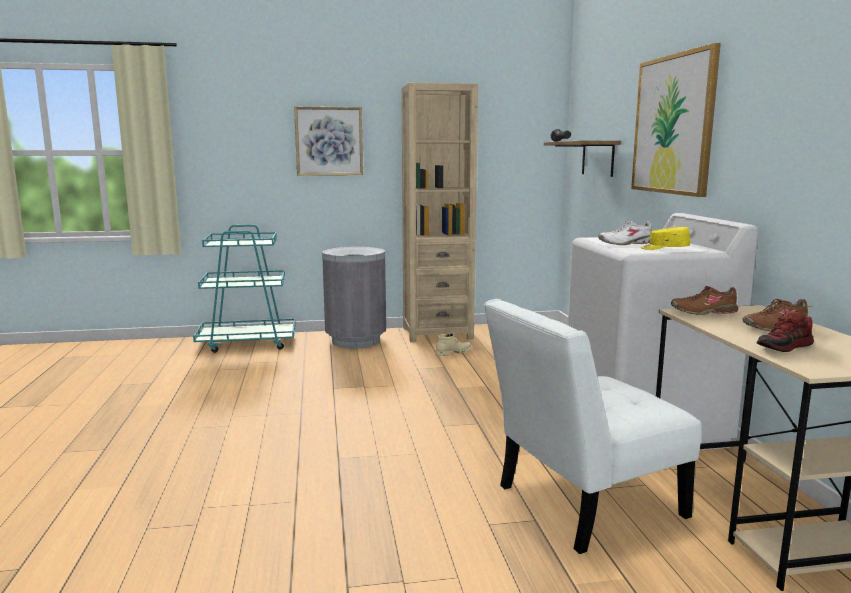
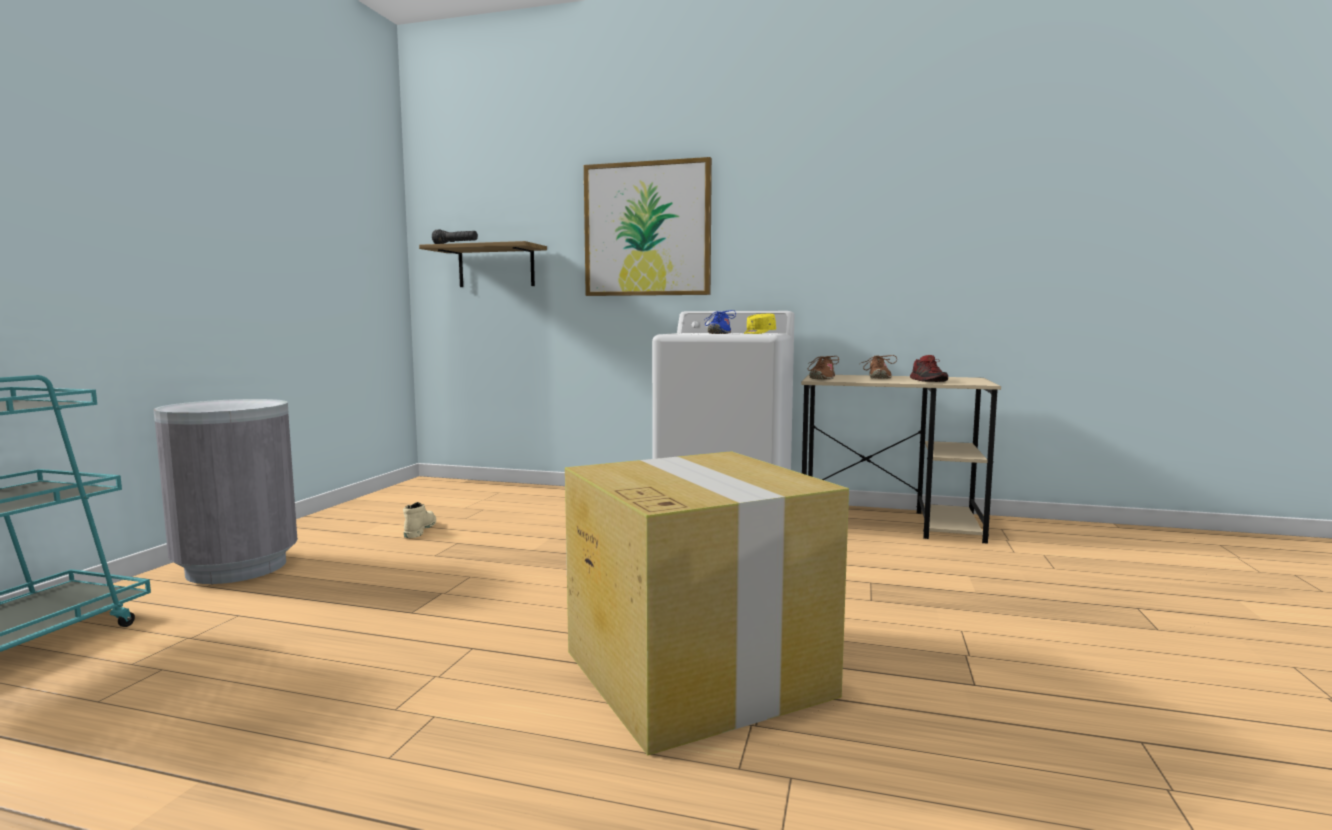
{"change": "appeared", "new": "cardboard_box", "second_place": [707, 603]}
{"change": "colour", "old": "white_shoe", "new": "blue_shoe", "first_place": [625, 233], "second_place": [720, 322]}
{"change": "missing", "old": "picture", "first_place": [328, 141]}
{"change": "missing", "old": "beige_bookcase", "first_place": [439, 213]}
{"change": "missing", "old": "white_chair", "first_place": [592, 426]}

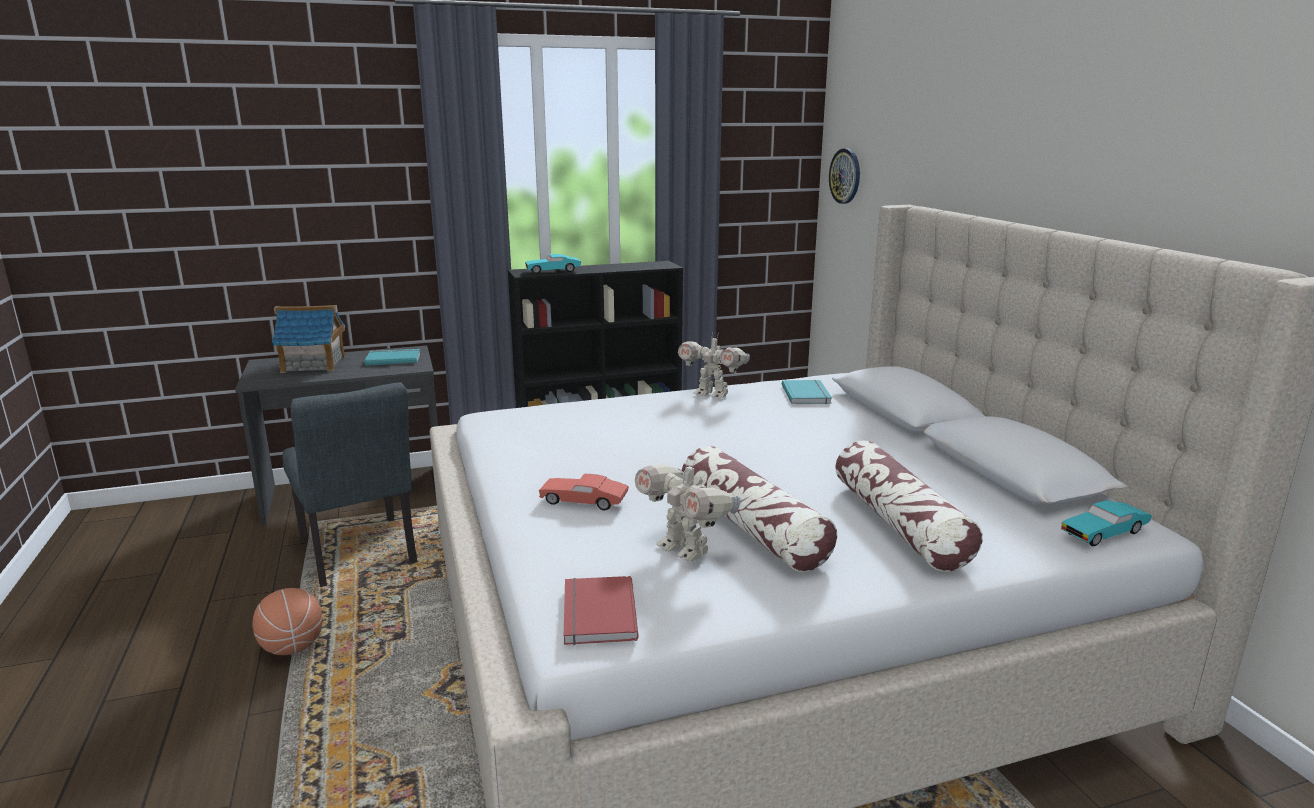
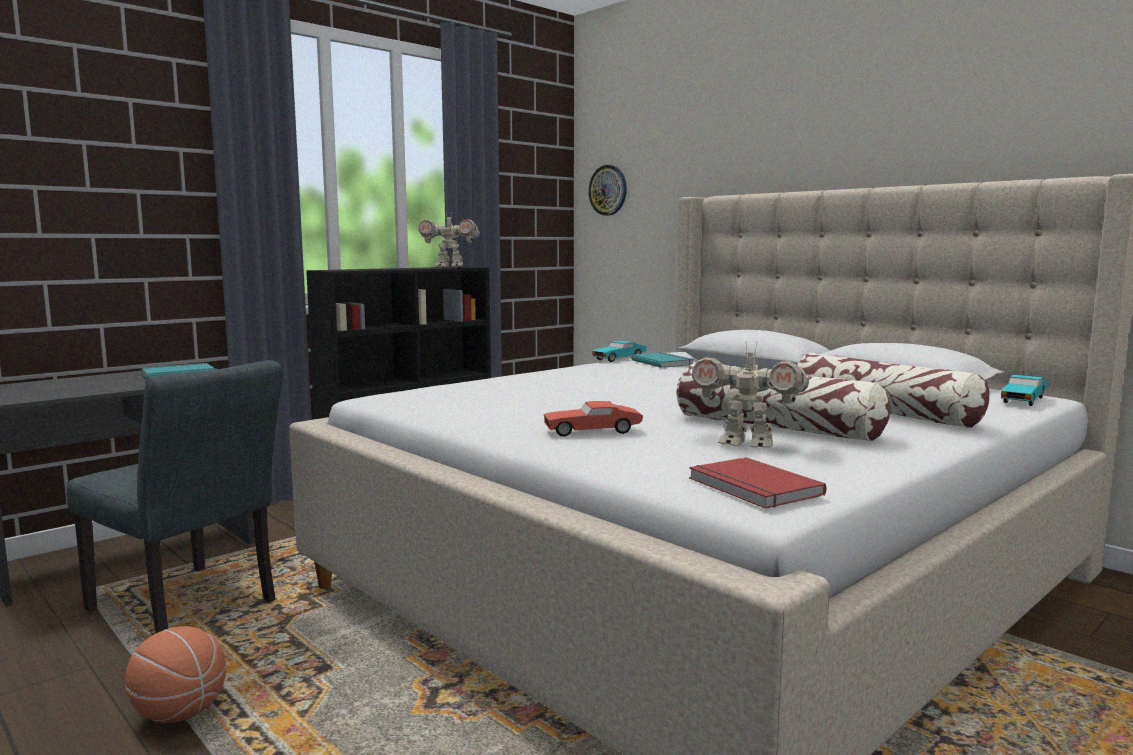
{"change": "relocated", "old": "toy_robot", "first_place": [714, 366], "second_place": [449, 240]}
{"change": "relocated", "old": "turquoise_toy_car", "first_place": [553, 264], "second_place": [619, 351]}
{"change": "missing", "old": "toy_house", "first_place": [309, 339]}

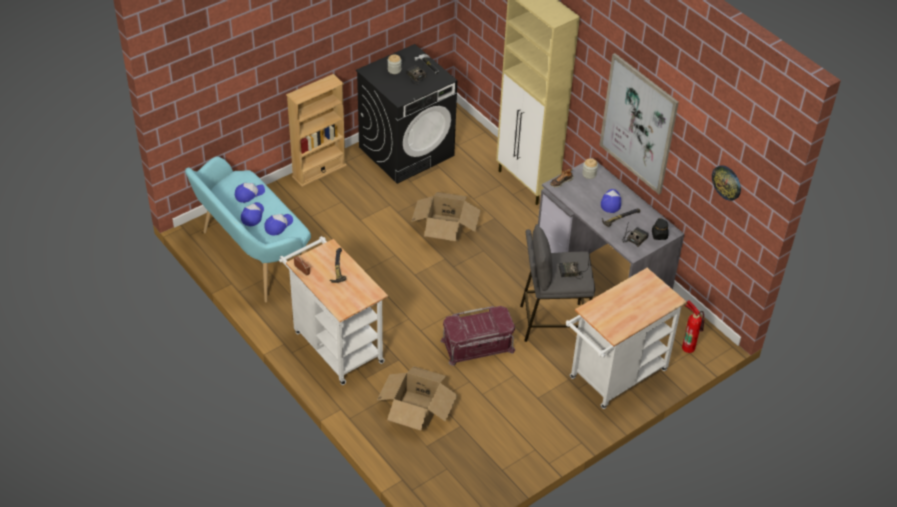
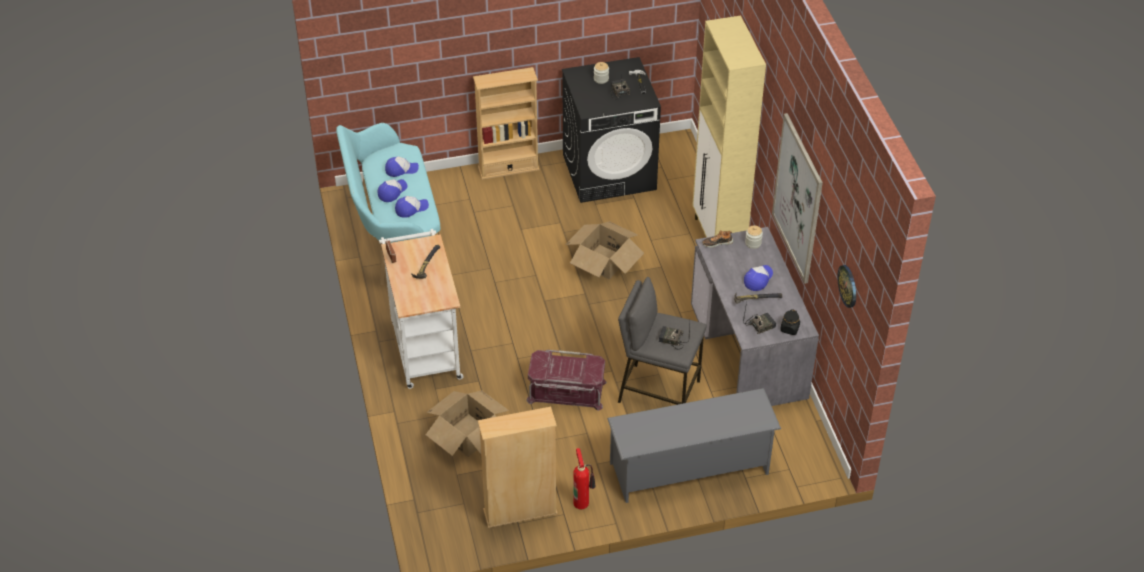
{"change": "appeared", "new": "beige_bookcase", "second_place": [518, 467]}
{"change": "relocated", "old": "fire_extinguisher", "first_place": [693, 327], "second_place": [584, 478]}
{"change": "exchanged", "old": "white_cart", "new": "grey_shoe_rack", "first_place": [626, 338], "second_place": [694, 445]}

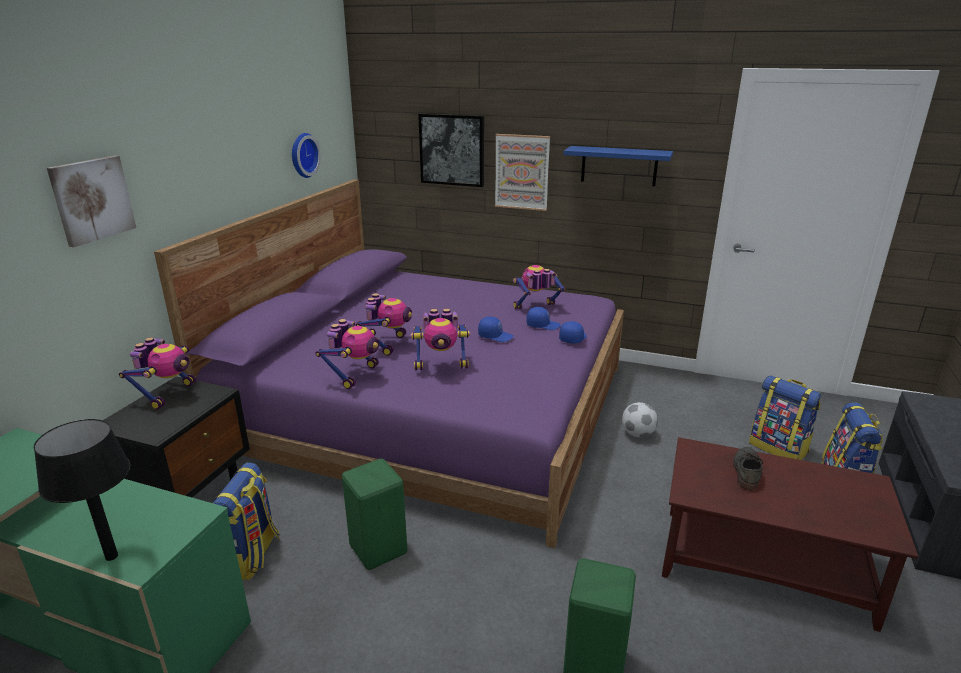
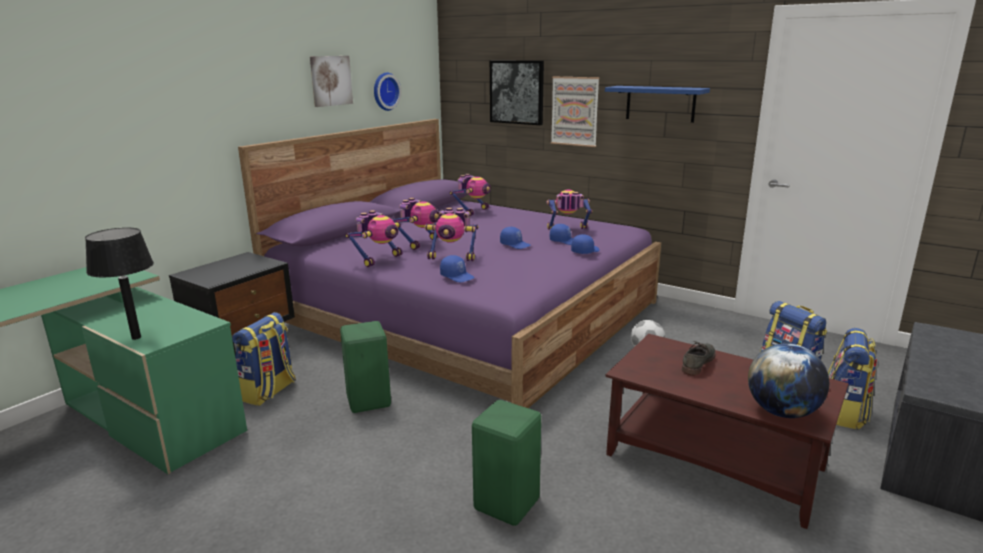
{"change": "relocated", "old": "picture", "first_place": [91, 201], "second_place": [331, 81]}
{"change": "appeared", "new": "blue_cap", "second_place": [457, 268]}
{"change": "relocated", "old": "toy_robot", "first_place": [157, 373], "second_place": [470, 195]}
{"change": "appeared", "new": "globe", "second_place": [788, 380]}

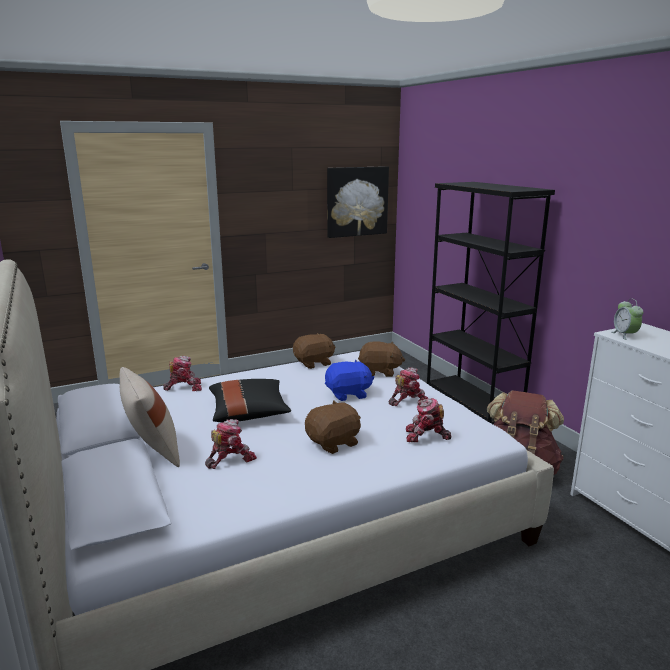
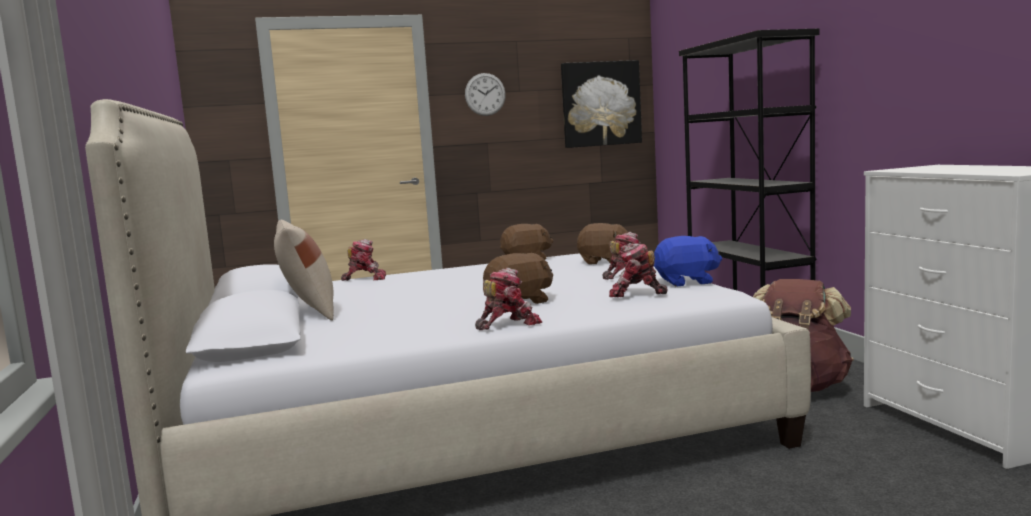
{"change": "appeared", "new": "wall_clock", "second_place": [485, 94]}
{"change": "relocated", "old": "toy_robot", "first_place": [231, 444], "second_place": [508, 299]}
{"change": "relocated", "old": "blue_plush_toy", "first_place": [350, 380], "second_place": [688, 261]}
{"change": "missing", "old": "black_pillow", "first_place": [250, 400]}
{"change": "missing", "old": "alarm_clock", "first_place": [627, 319]}

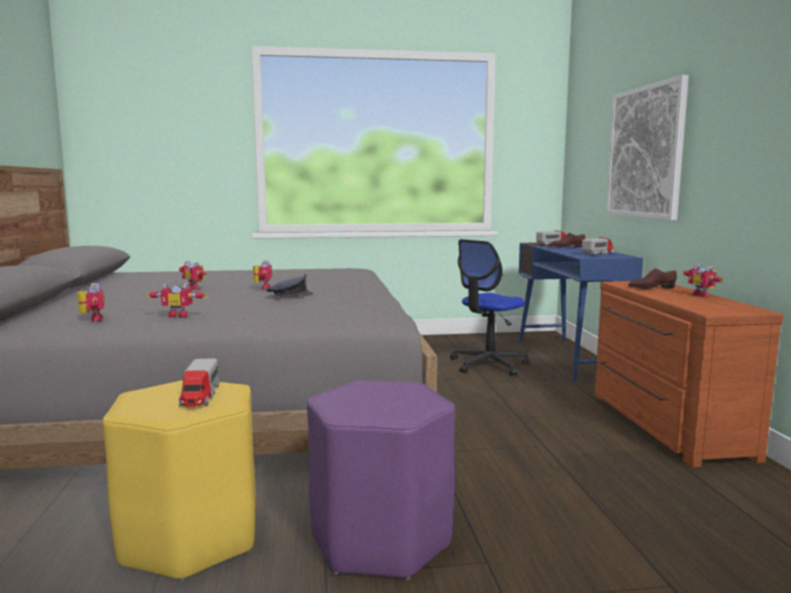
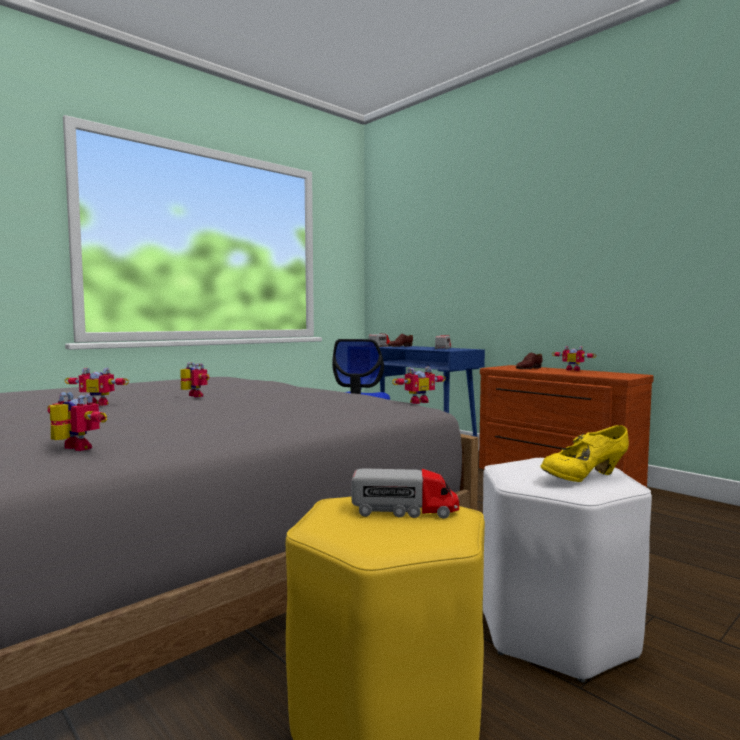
{"change": "spun", "old": "toy_truck", "first_place": [198, 382], "second_place": [405, 493], "degrees": -45}
{"change": "relocated", "old": "toy_robot", "first_place": [177, 300], "second_place": [419, 385]}
{"change": "colour", "old": "purple_stool", "new": "white_stool", "first_place": [381, 480], "second_place": [567, 570]}
{"change": "appeared", "new": "yellow_shoe", "second_place": [585, 453]}
{"change": "missing", "old": "grey_cap", "first_place": [290, 285]}
{"change": "missing", "old": "picture", "first_place": [647, 147]}

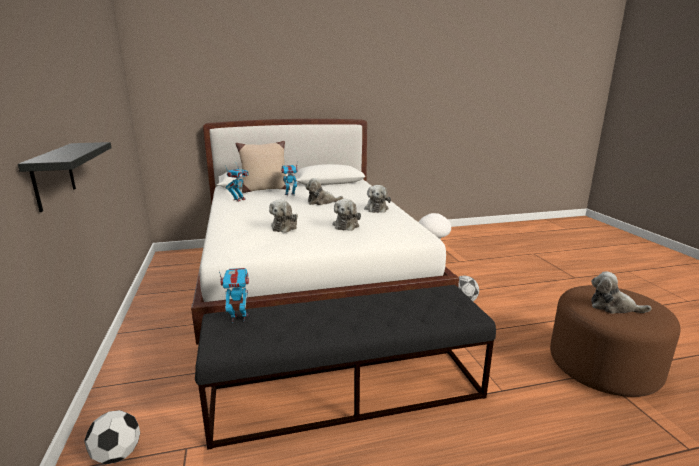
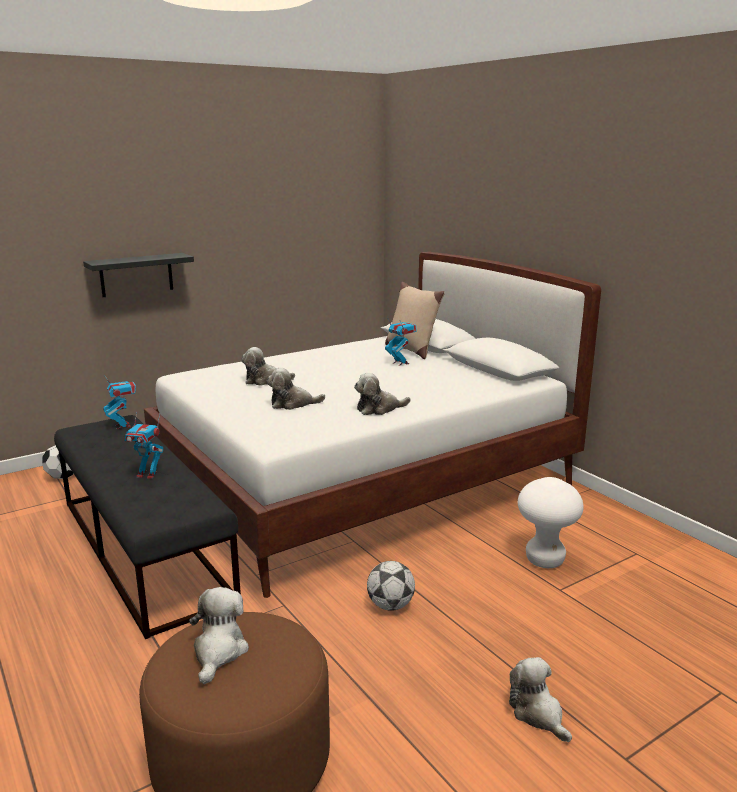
{"change": "relocated", "old": "toy_robot", "first_place": [237, 182], "second_place": [144, 445]}
{"change": "relocated", "old": "plush_toy", "first_place": [324, 191], "second_place": [540, 699]}

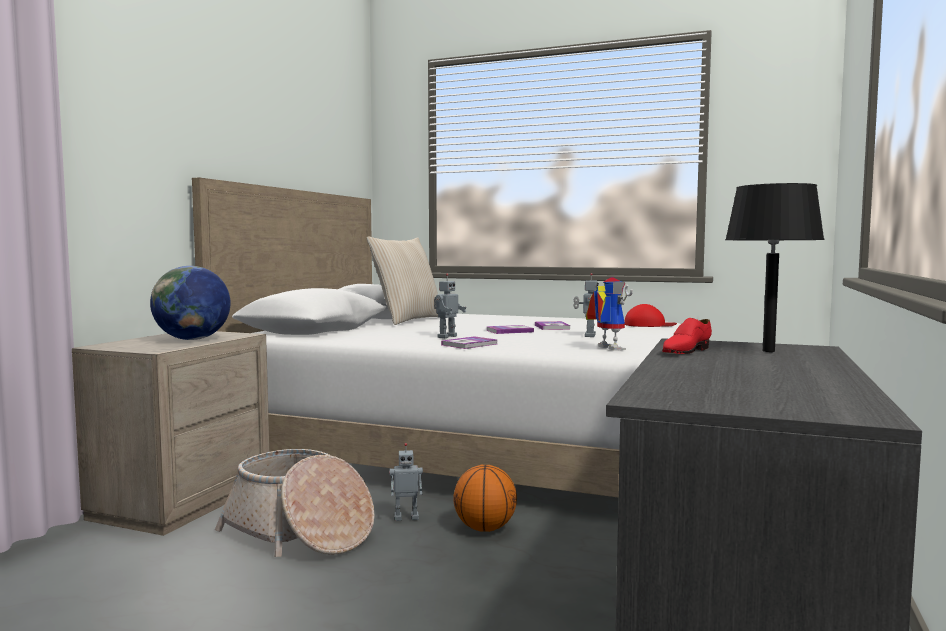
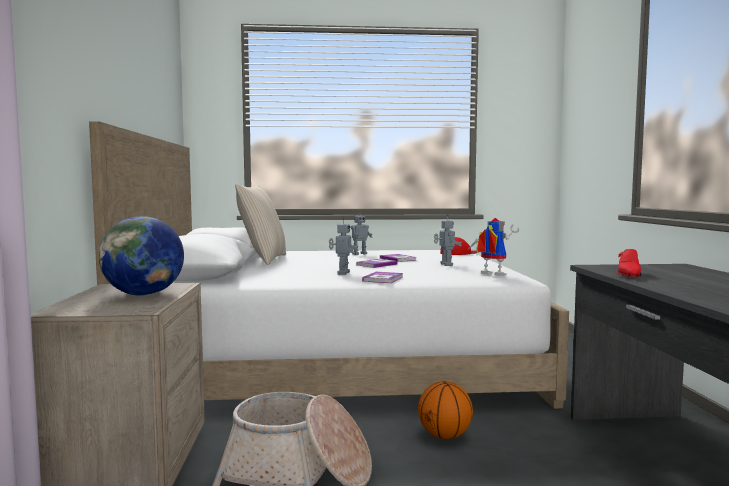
{"change": "relocated", "old": "toy_robot", "first_place": [406, 482], "second_place": [361, 233]}
{"change": "missing", "old": "black_table_lamp", "first_place": [775, 267]}

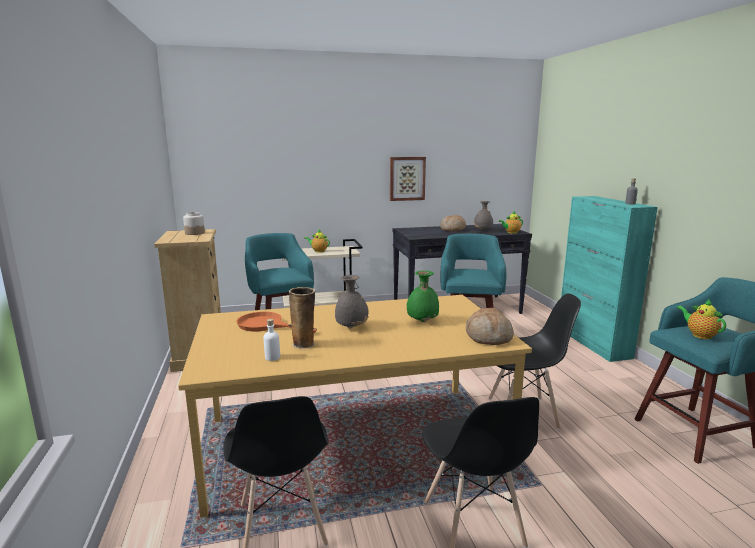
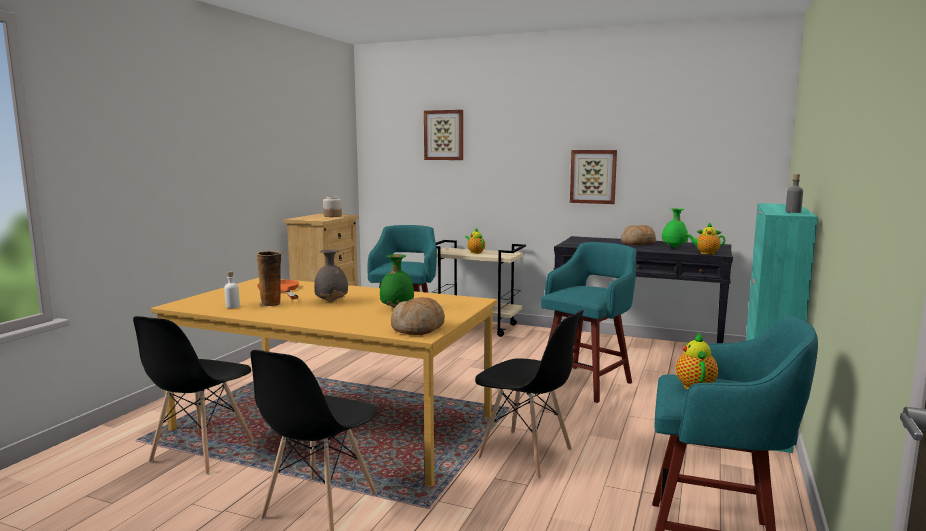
{"change": "appeared", "new": "picture", "second_place": [443, 135]}
{"change": "colour", "old": "grey_vase", "new": "green_vase", "first_place": [483, 216], "second_place": [674, 228]}

